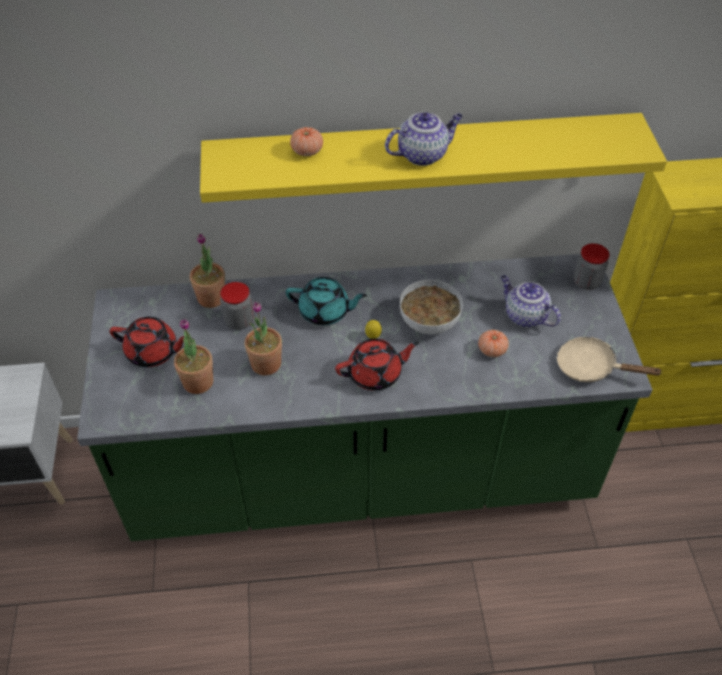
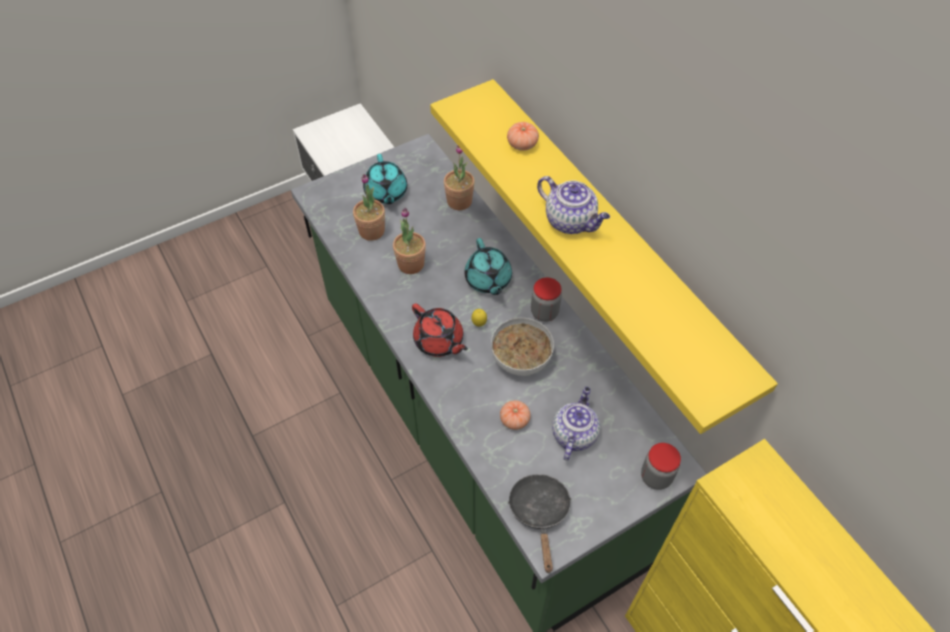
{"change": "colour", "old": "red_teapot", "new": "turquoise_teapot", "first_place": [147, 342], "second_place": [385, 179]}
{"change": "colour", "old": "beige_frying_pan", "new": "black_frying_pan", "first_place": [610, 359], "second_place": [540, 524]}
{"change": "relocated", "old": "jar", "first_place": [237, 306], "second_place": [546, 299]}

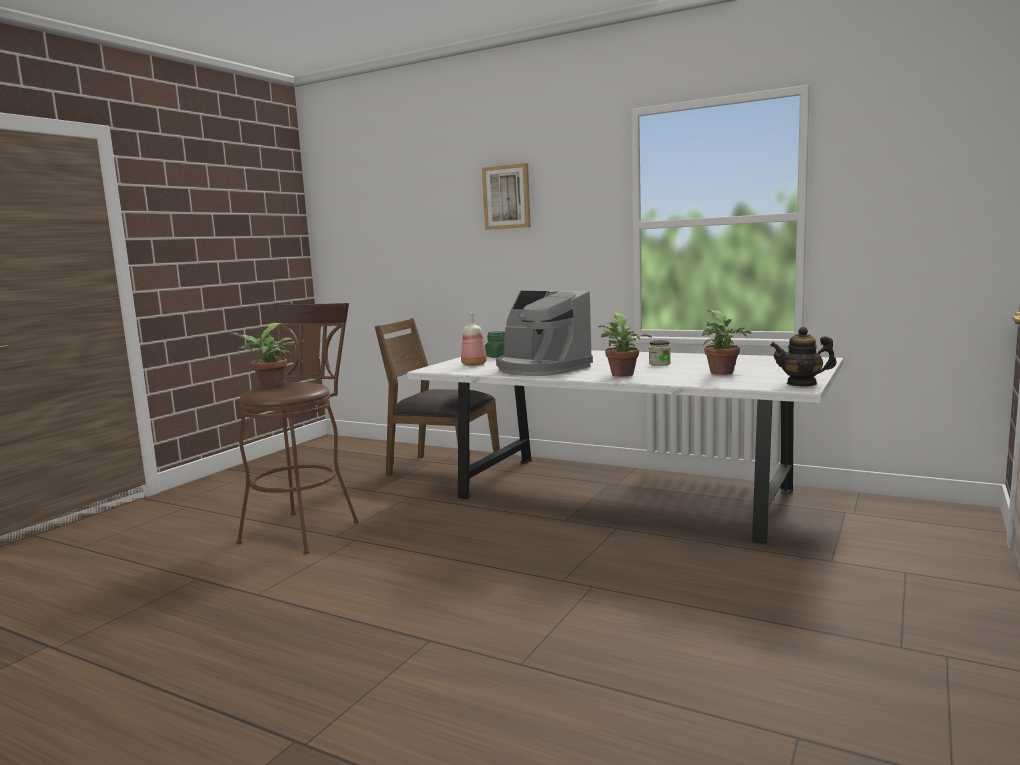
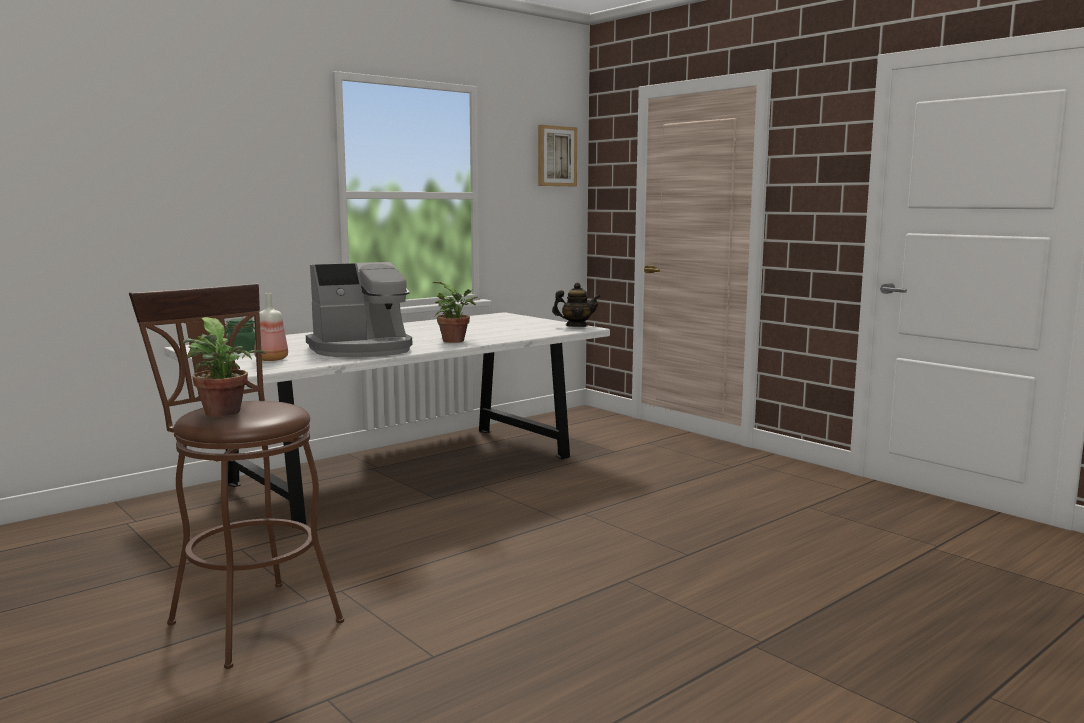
{"change": "relocated", "old": "picture", "first_place": [506, 196], "second_place": [557, 155]}
{"change": "spun", "old": "teapot", "first_place": [803, 357], "second_place": [576, 305], "degrees": -120}
{"change": "missing", "old": "brown_chair", "first_place": [437, 400]}
{"change": "missing", "old": "jar", "first_place": [660, 353]}
{"change": "missing", "old": "potted_plant", "first_place": [727, 342]}

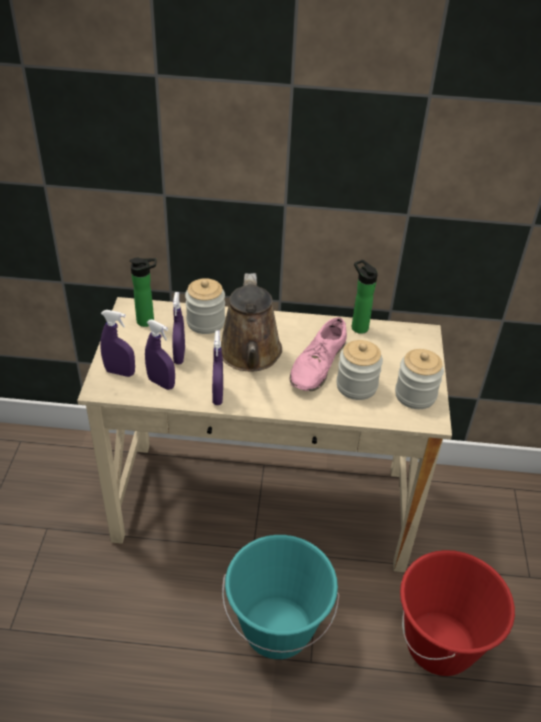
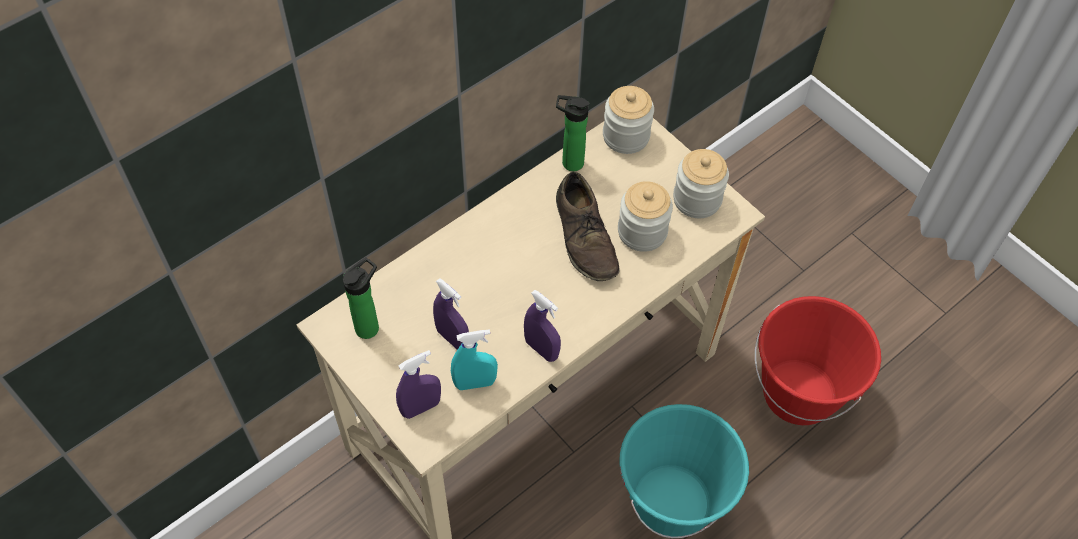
{"change": "colour", "old": "purple_spray_bottle", "new": "turquoise_spray_bottle", "first_place": [160, 354], "second_place": [474, 359]}
{"change": "colour", "old": "pink_shoe", "new": "brown_shoe", "first_place": [318, 354], "second_place": [588, 226]}
{"change": "relocated", "old": "jar", "first_place": [205, 306], "second_place": [628, 120]}
{"change": "missing", "old": "brown_watering_can", "first_place": [251, 322]}

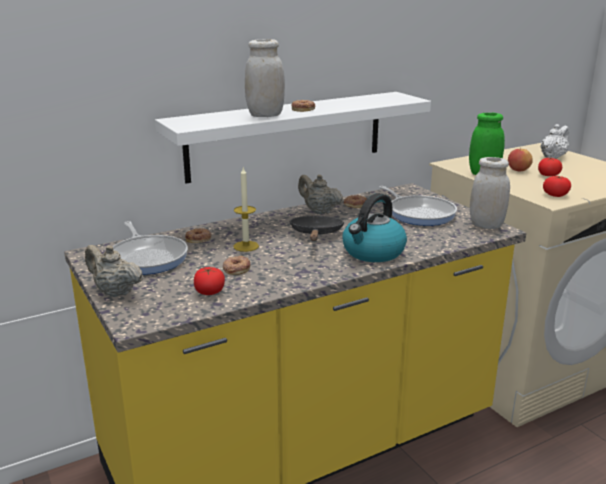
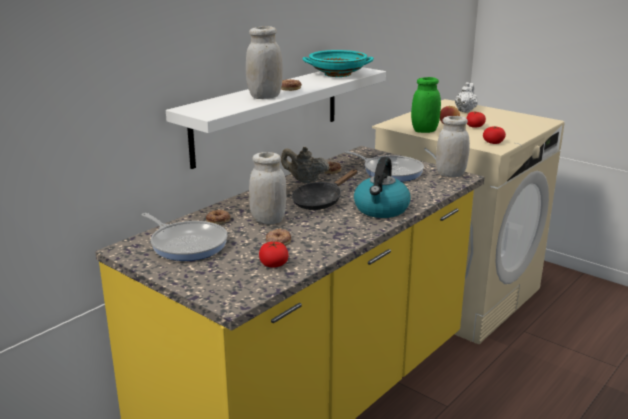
{"change": "exchanged", "old": "candle", "new": "white_jar", "first_place": [246, 210], "second_place": [268, 188]}
{"change": "spun", "old": "black_frying_pan", "first_place": [317, 228], "second_place": [324, 189], "degrees": -120}
{"change": "appeared", "new": "turquoise_bowl", "second_place": [338, 63]}
{"change": "missing", "old": "beige_teapot", "first_place": [114, 271]}

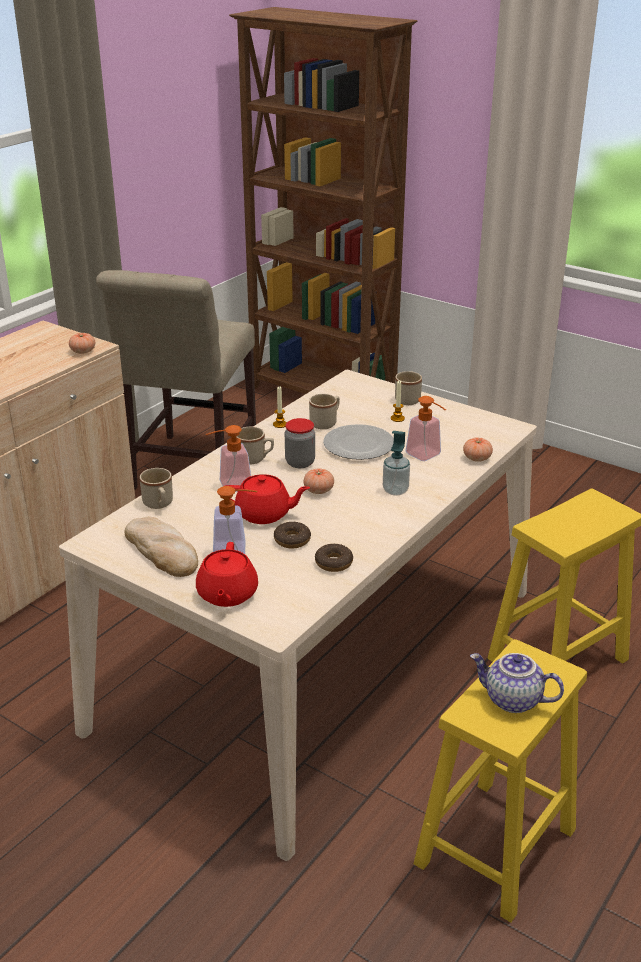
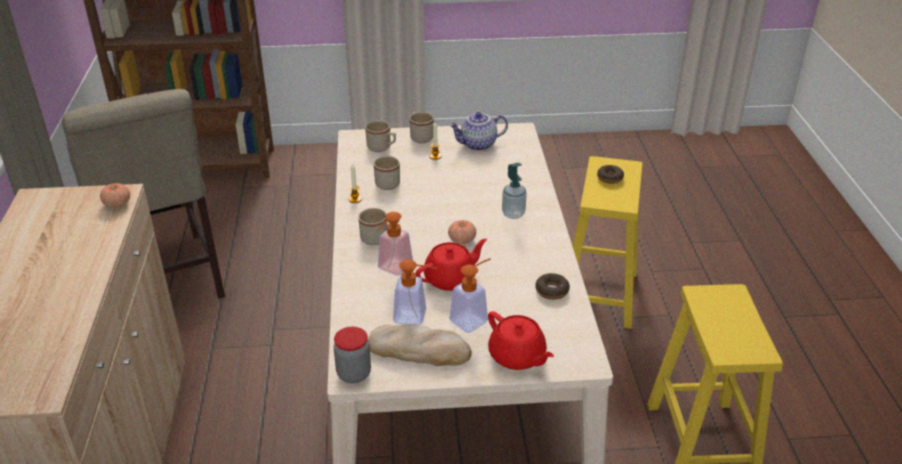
{"change": "relocated", "old": "jar", "first_place": [300, 443], "second_place": [352, 355]}
{"change": "relocated", "old": "beige_mug", "first_place": [156, 488], "second_place": [380, 136]}
{"change": "relocated", "old": "soap_dispenser", "first_place": [425, 428], "second_place": [415, 292]}
{"change": "relocated", "old": "teapot", "first_place": [517, 683], "second_place": [478, 131]}
{"change": "relocated", "old": "donut", "first_place": [292, 534], "second_place": [610, 174]}
{"change": "missing", "old": "plate", "first_place": [358, 442]}
{"change": "missing", "old": "tomato", "first_place": [478, 449]}

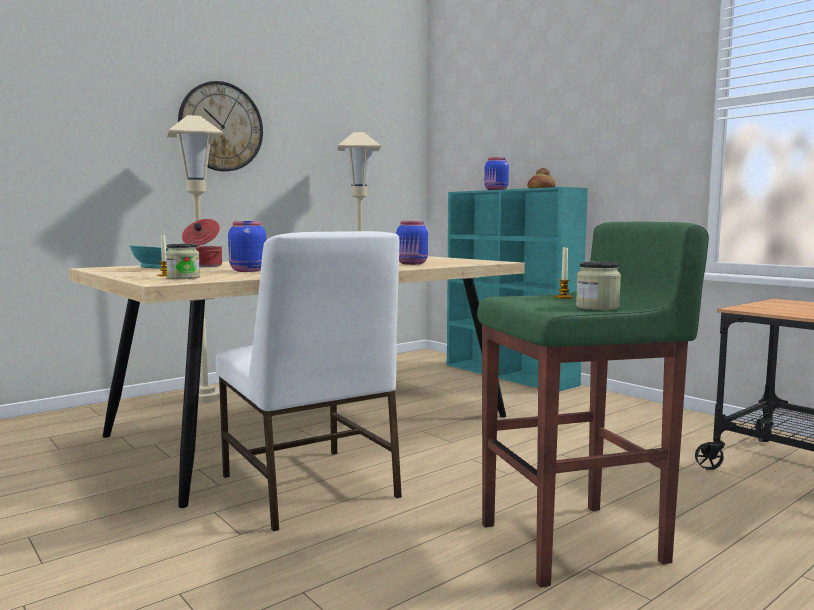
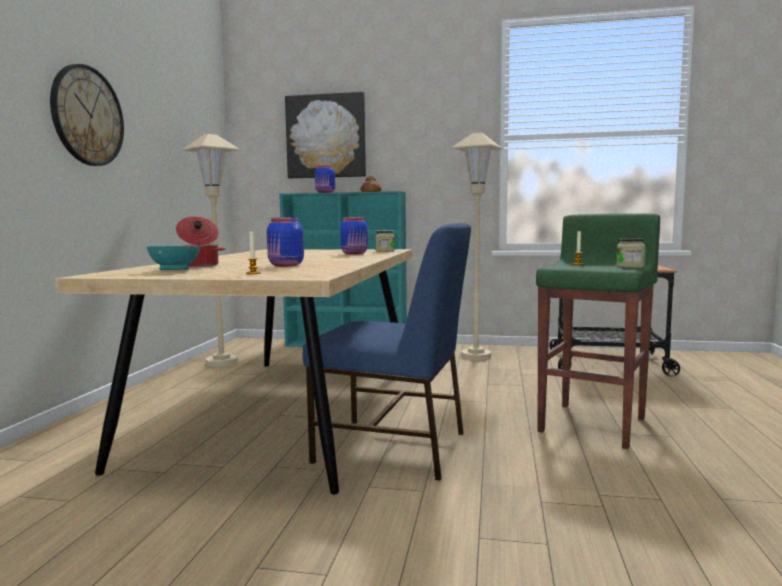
{"change": "appeared", "new": "picture", "second_place": [325, 135]}
{"change": "colour", "old": "white_chair", "new": "blue_chair", "first_place": [309, 381], "second_place": [387, 351]}
{"change": "relocated", "old": "jar", "first_place": [183, 261], "second_place": [385, 241]}
{"change": "relocated", "old": "beige_floor_lamp", "first_place": [195, 259], "second_place": [477, 246]}

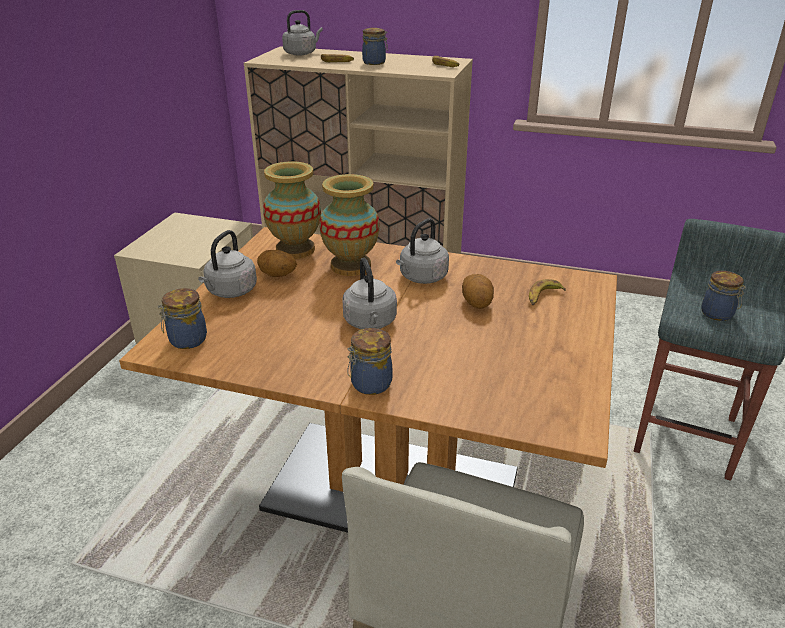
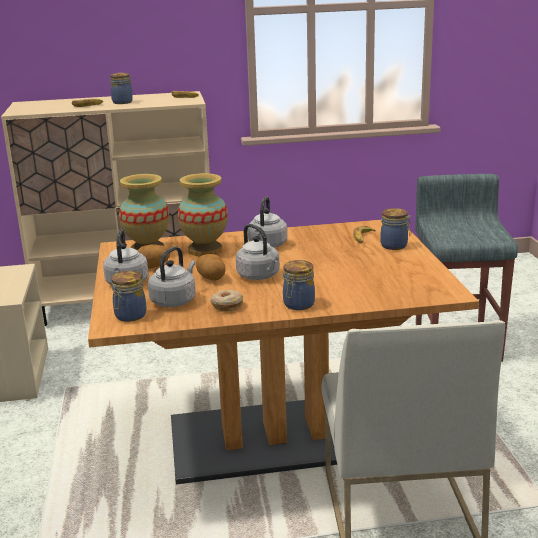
{"change": "relocated", "old": "grey_kettle", "first_place": [302, 33], "second_place": [172, 276]}
{"change": "relocated", "old": "potato", "first_place": [478, 291], "second_place": [211, 267]}
{"change": "appeared", "new": "donut", "second_place": [226, 301]}
{"change": "relocated", "old": "jar", "first_place": [723, 296], "second_place": [395, 229]}

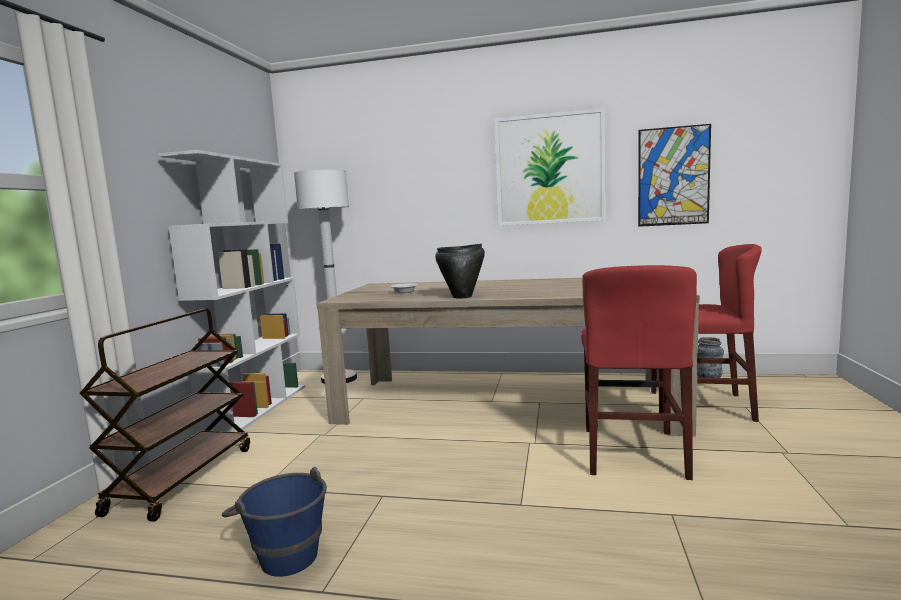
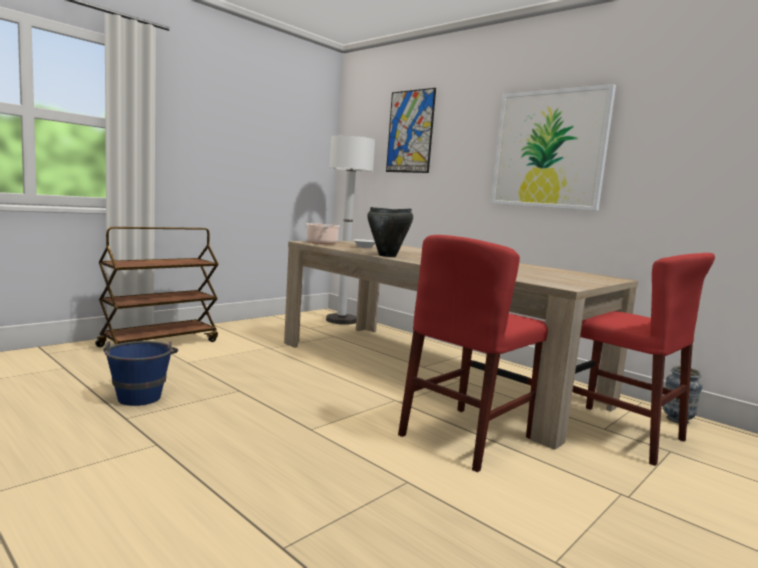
{"change": "appeared", "new": "cooking_pot", "second_place": [323, 233]}
{"change": "relocated", "old": "picture", "first_place": [674, 175], "second_place": [411, 130]}
{"change": "missing", "old": "white_bookcase", "first_place": [231, 291]}

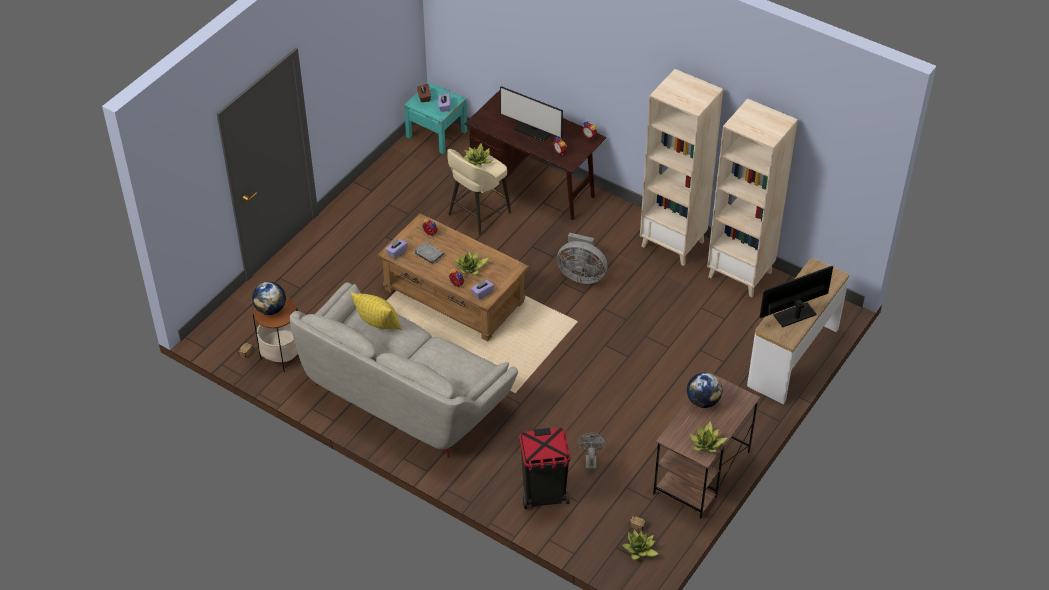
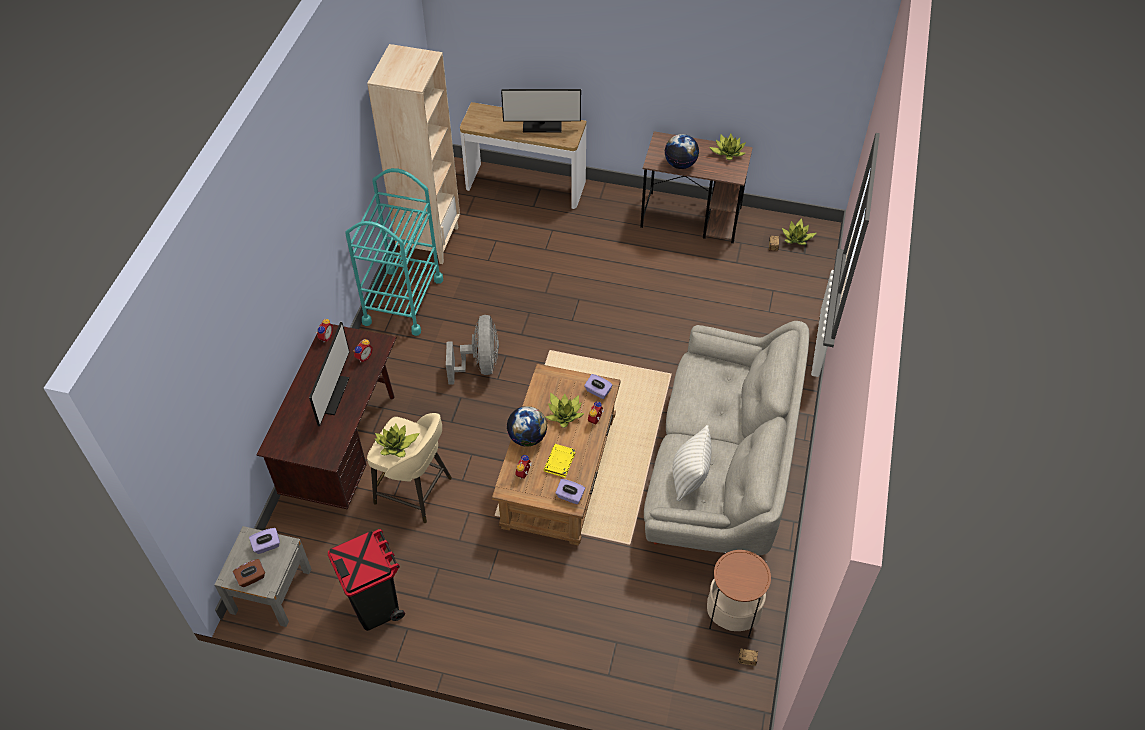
{"change": "colour", "old": "turquoise_nightstand", "new": "grey_nightstand", "first_place": [435, 118], "second_place": [262, 576]}
{"change": "relocated", "old": "black_trash_can", "first_place": [544, 468], "second_place": [366, 580]}
{"change": "exchanged", "old": "beige_bookcase", "new": "turquoise_cart", "first_place": [681, 167], "second_place": [394, 252]}
{"change": "spun", "old": "monitor", "first_place": [796, 296], "second_place": [541, 111], "degrees": -45}
{"change": "relocated", "old": "globe", "first_place": [269, 298], "second_place": [527, 426]}
{"change": "colour", "old": "grey_book", "new": "yellow_book", "first_place": [429, 253], "second_place": [560, 461]}
{"change": "colour", "old": "yellow_pillow", "new": "white_pillow", "first_place": [376, 311], "second_place": [692, 463]}
{"change": "missing", "old": "grey_fan", "first_place": [591, 451]}

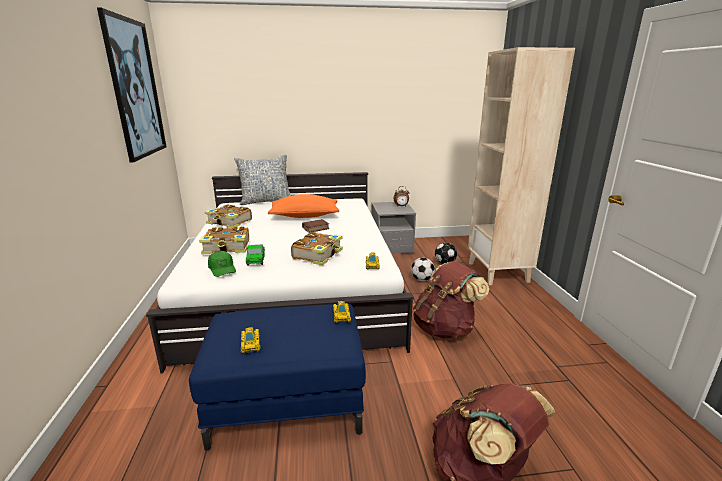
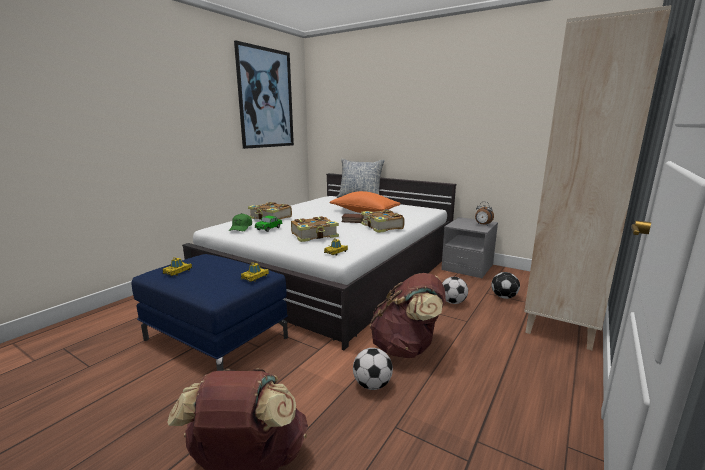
{"change": "appeared", "new": "football", "second_place": [373, 369]}
{"change": "relocated", "old": "book", "first_place": [228, 216], "second_place": [383, 221]}

